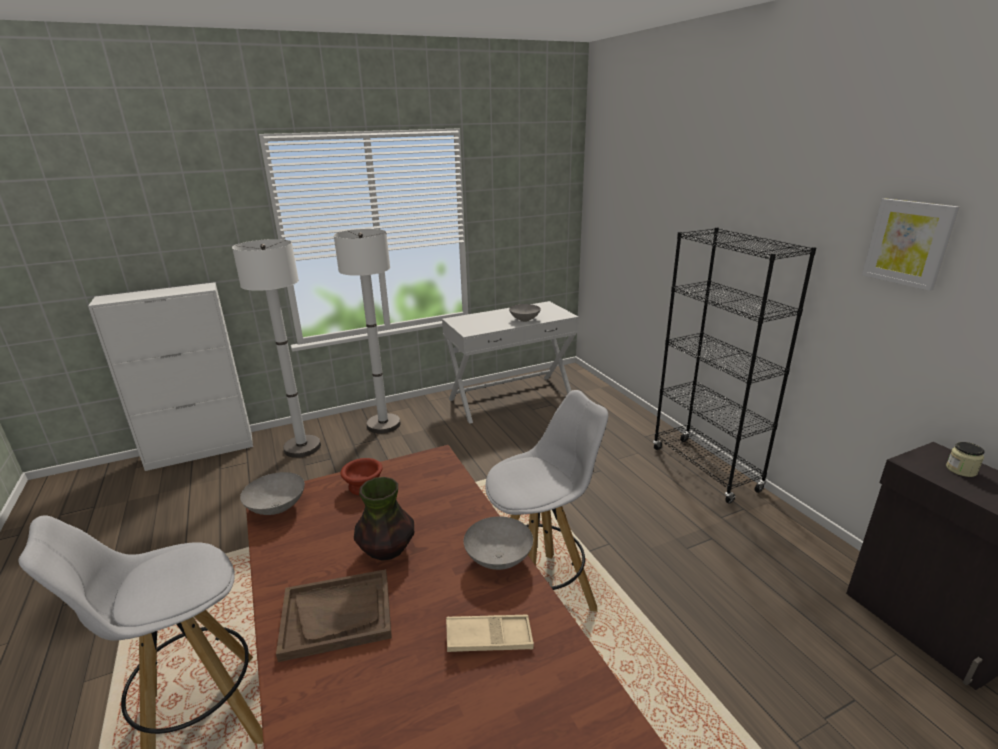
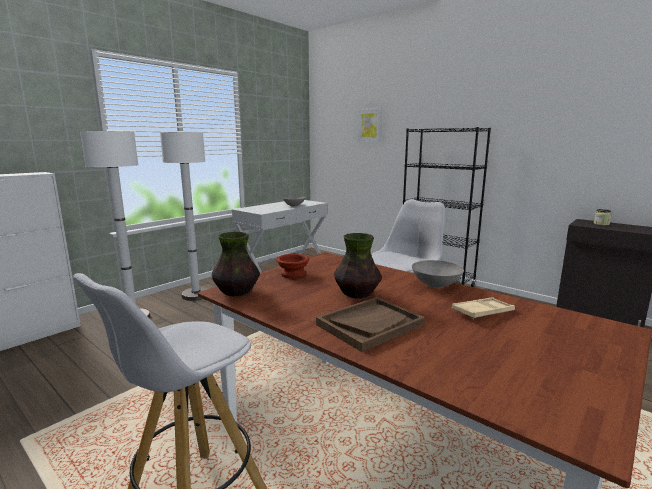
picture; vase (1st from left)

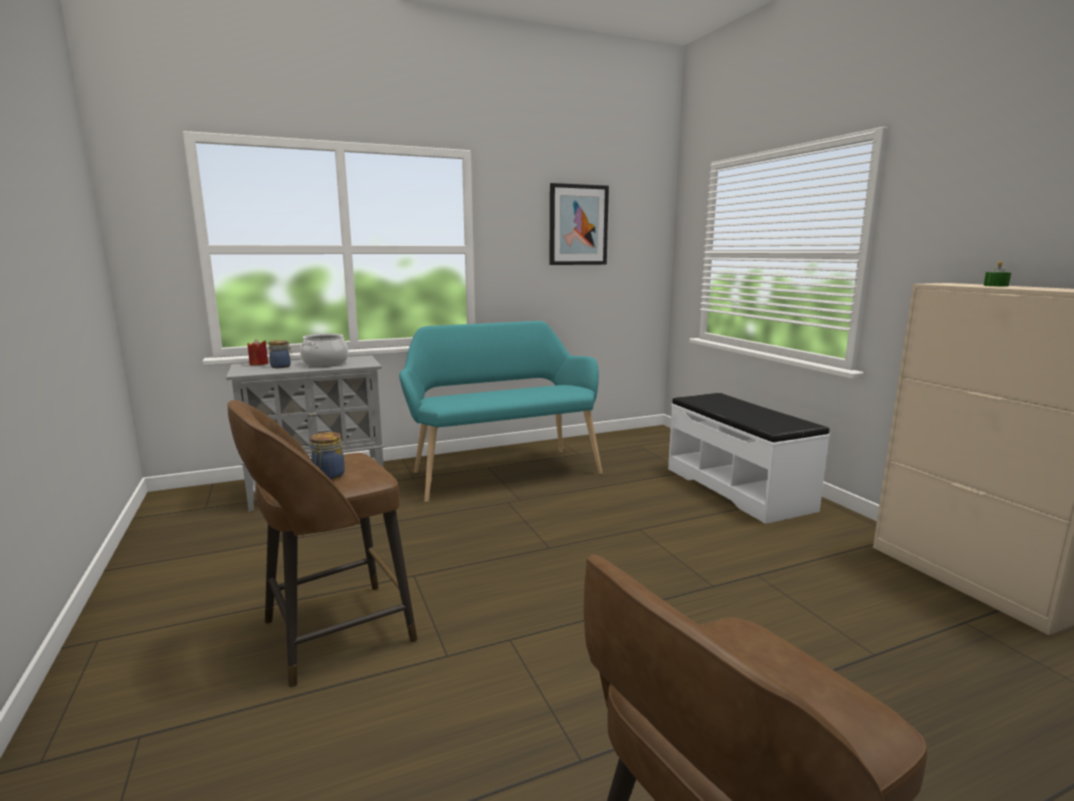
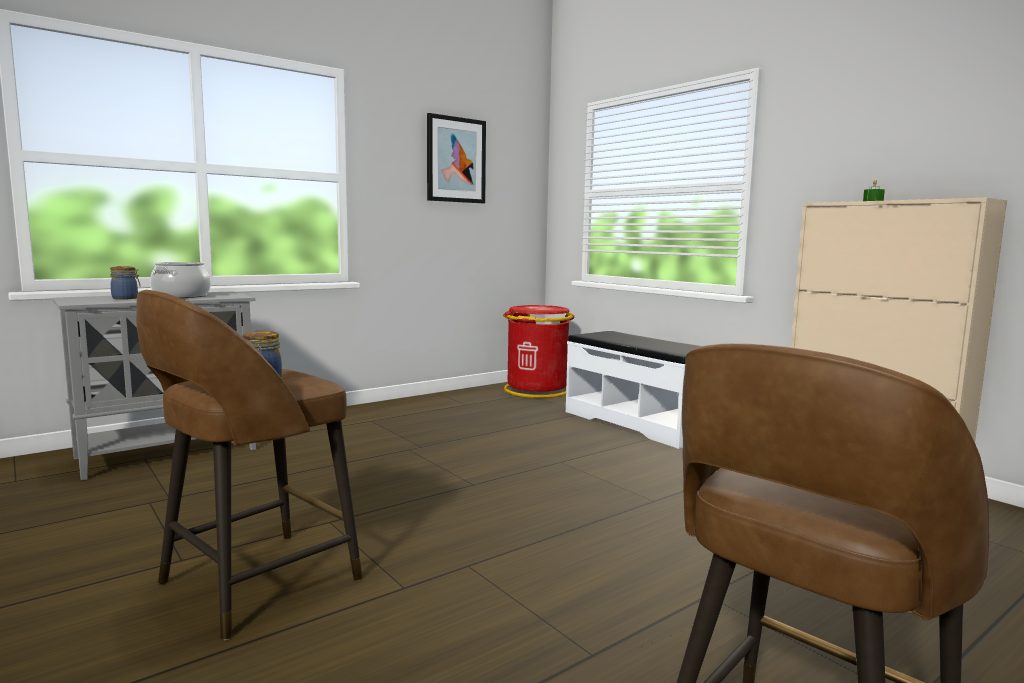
candle (red); bench (turquoise); trash can (red)

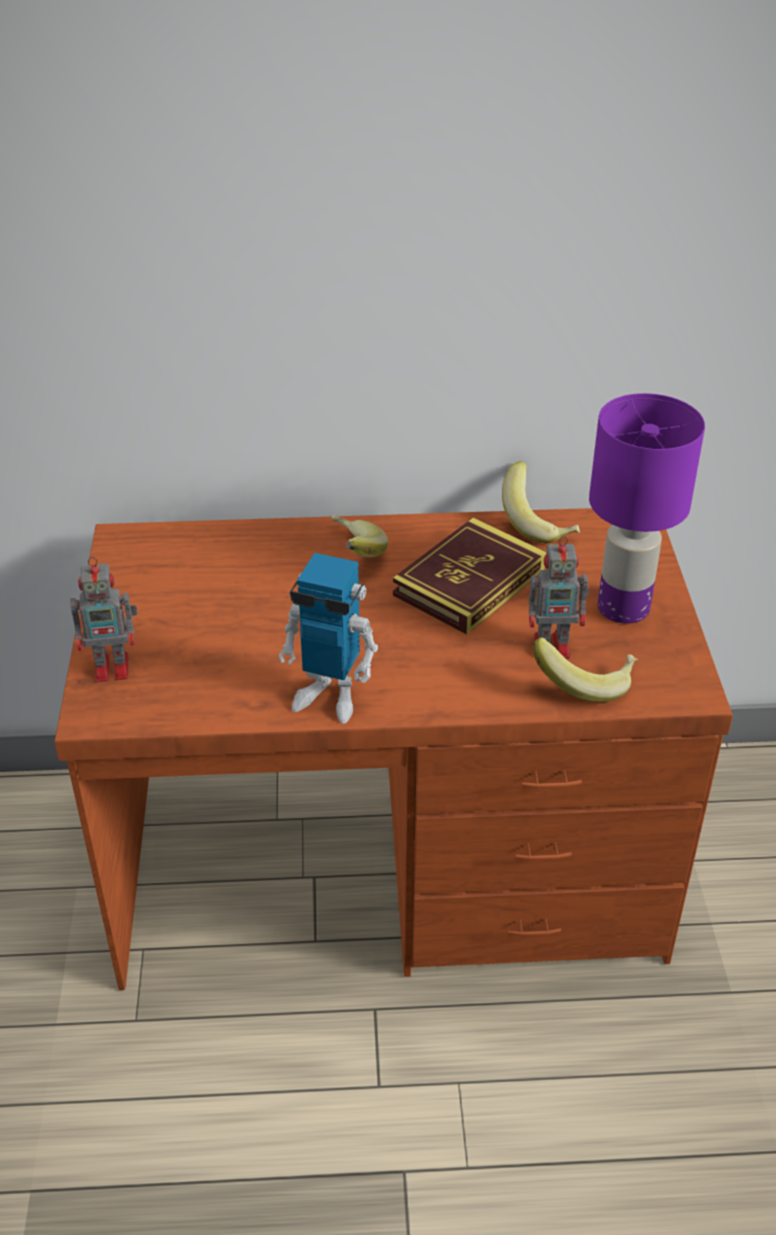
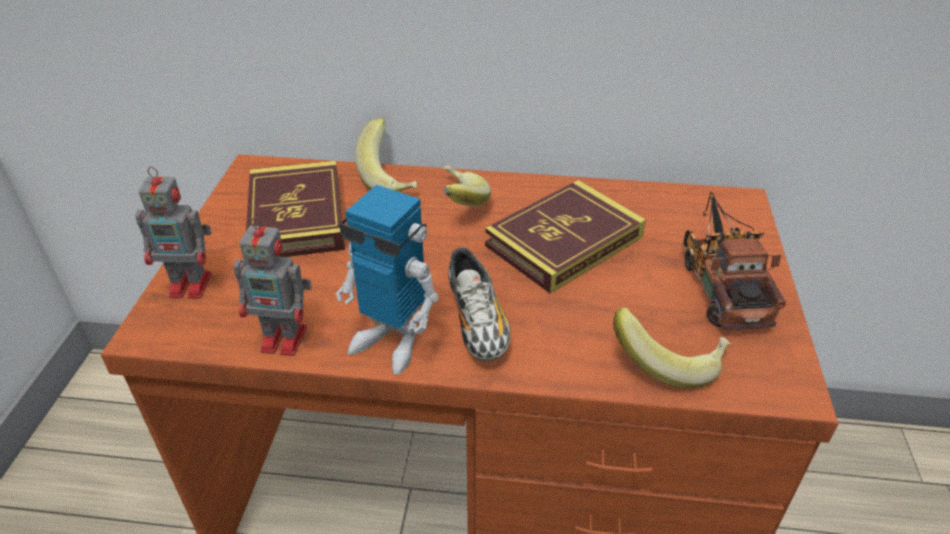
book (1st from left); shoe; banana (1st from left); toy robot (2nd from left); toy truck

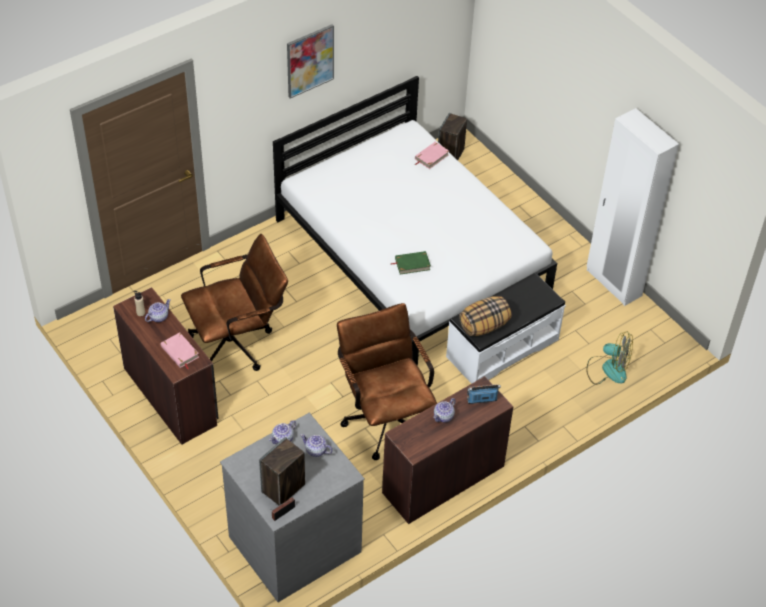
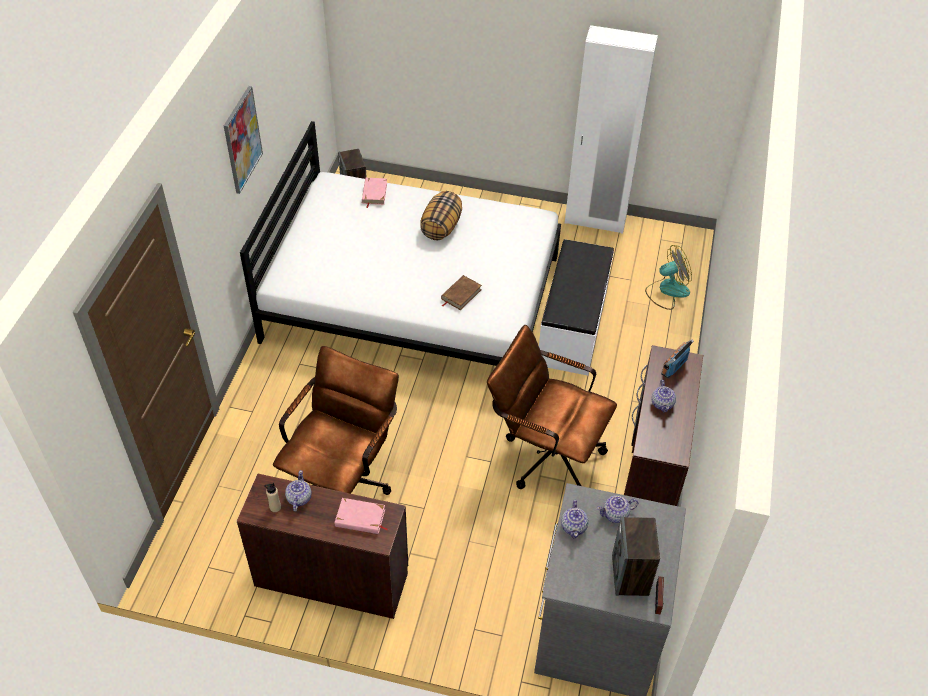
pillow; book (brown)

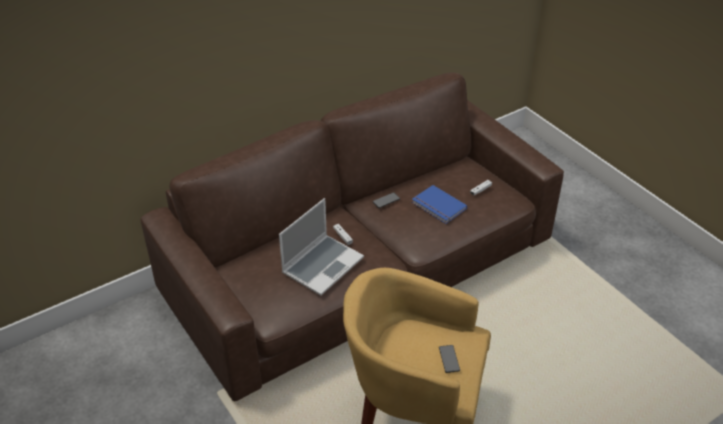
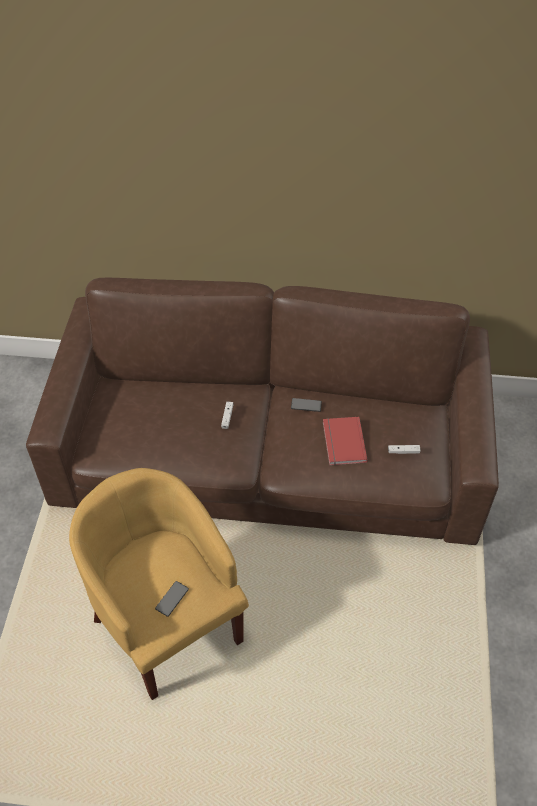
laptop; book (red)

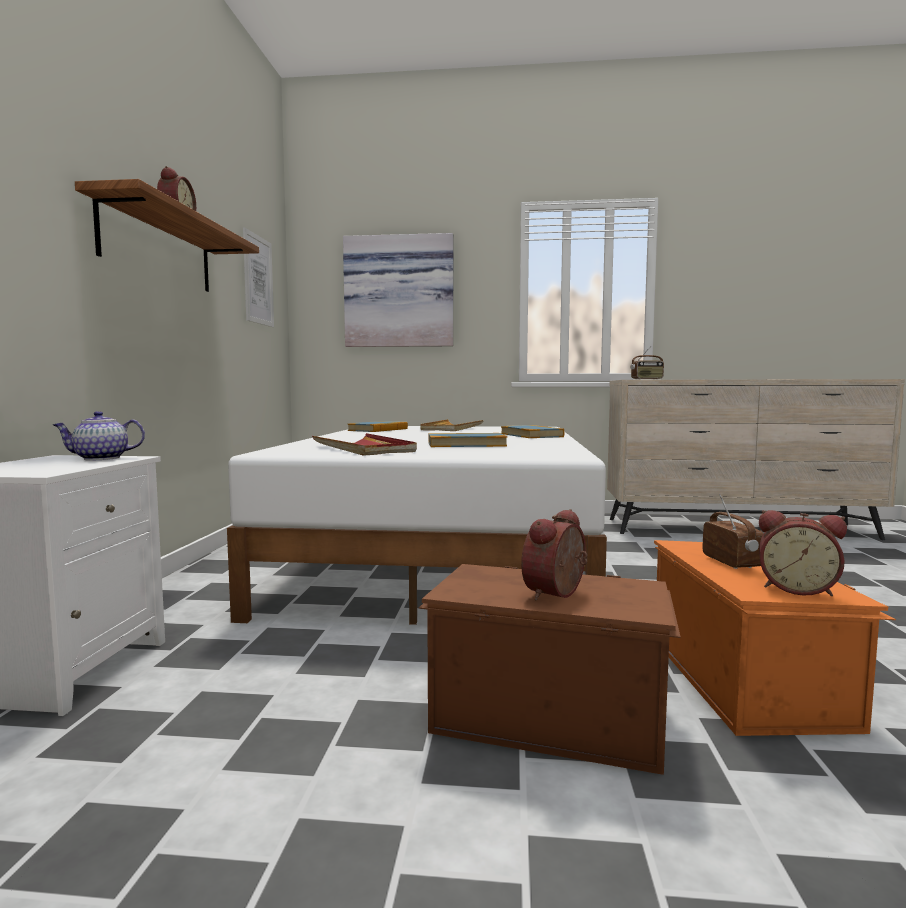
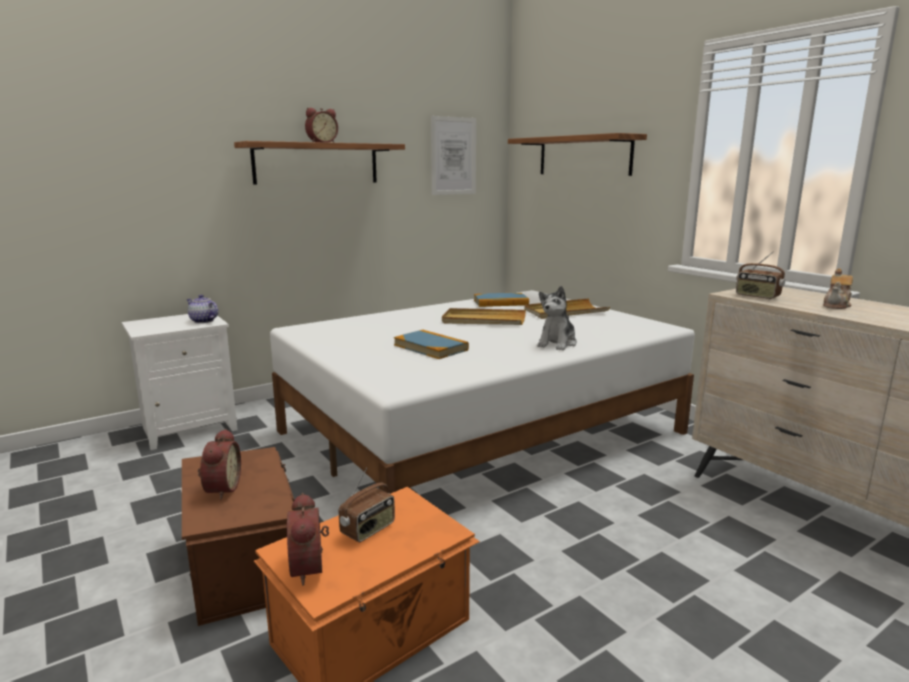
tray (red); tray (beige) (1st from left); teapot (2nd from left); shelf (2nd from left); plush toy; alarm clock (1st from left)

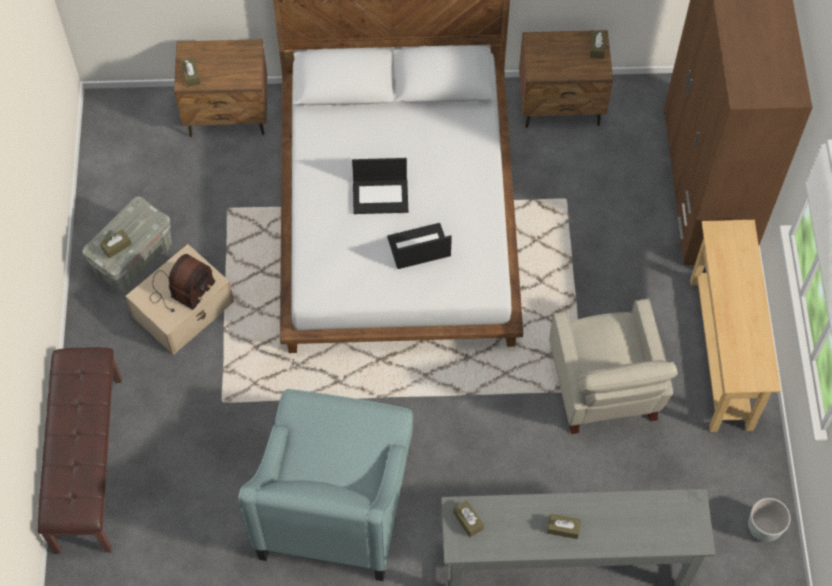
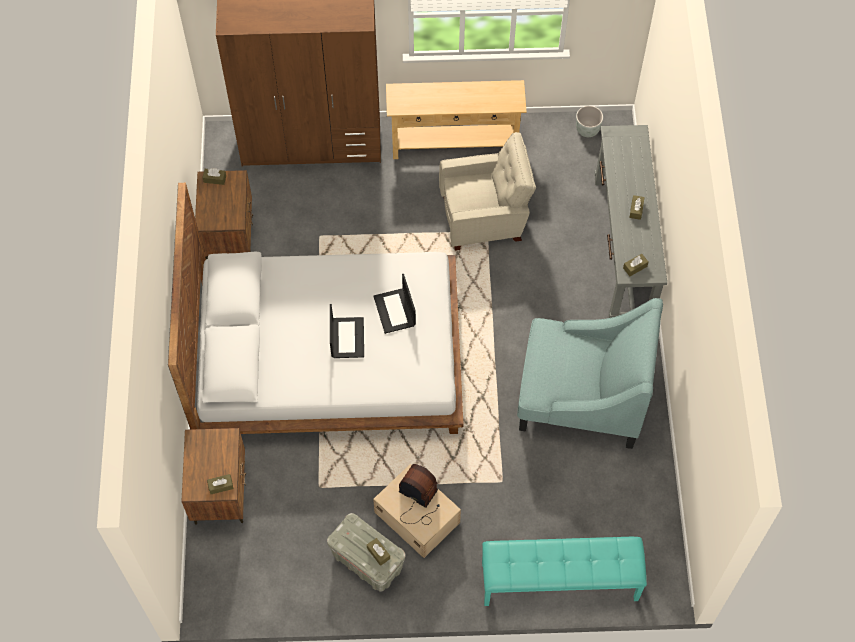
bench (turquoise)

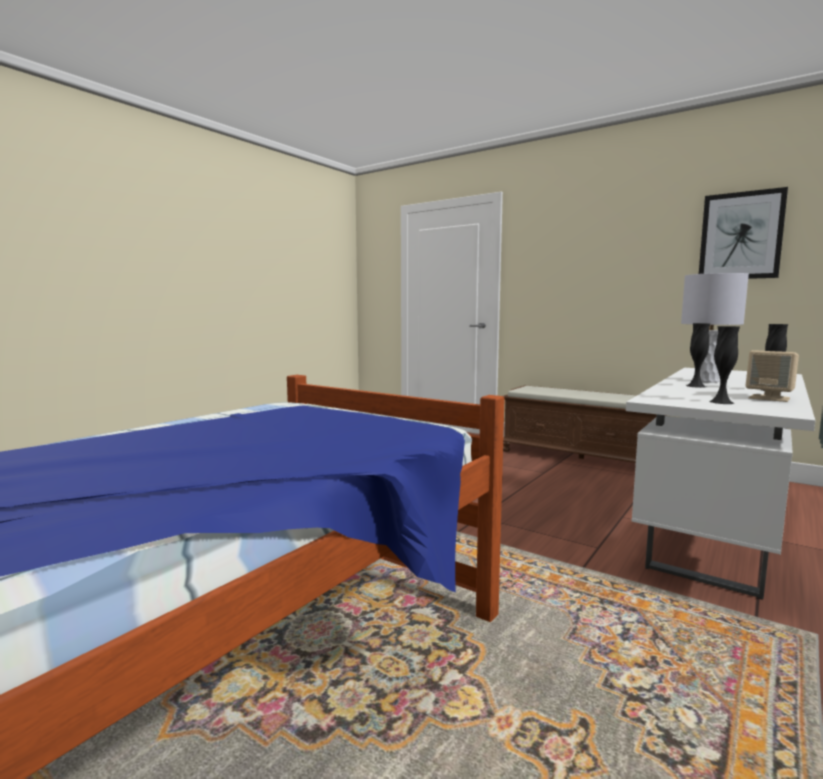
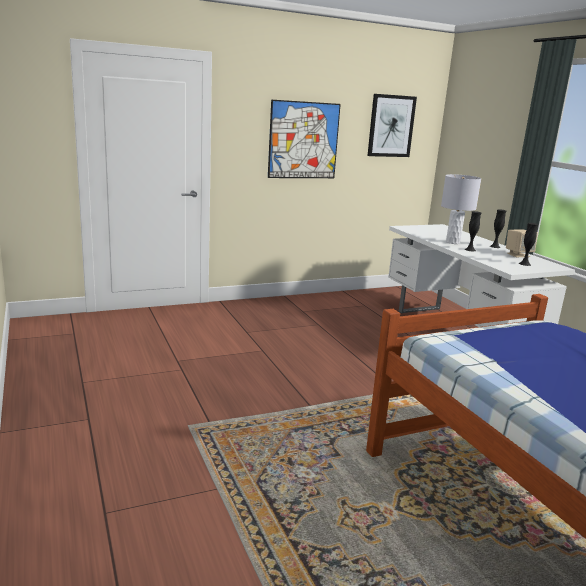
bench (brown); picture (1st from left)

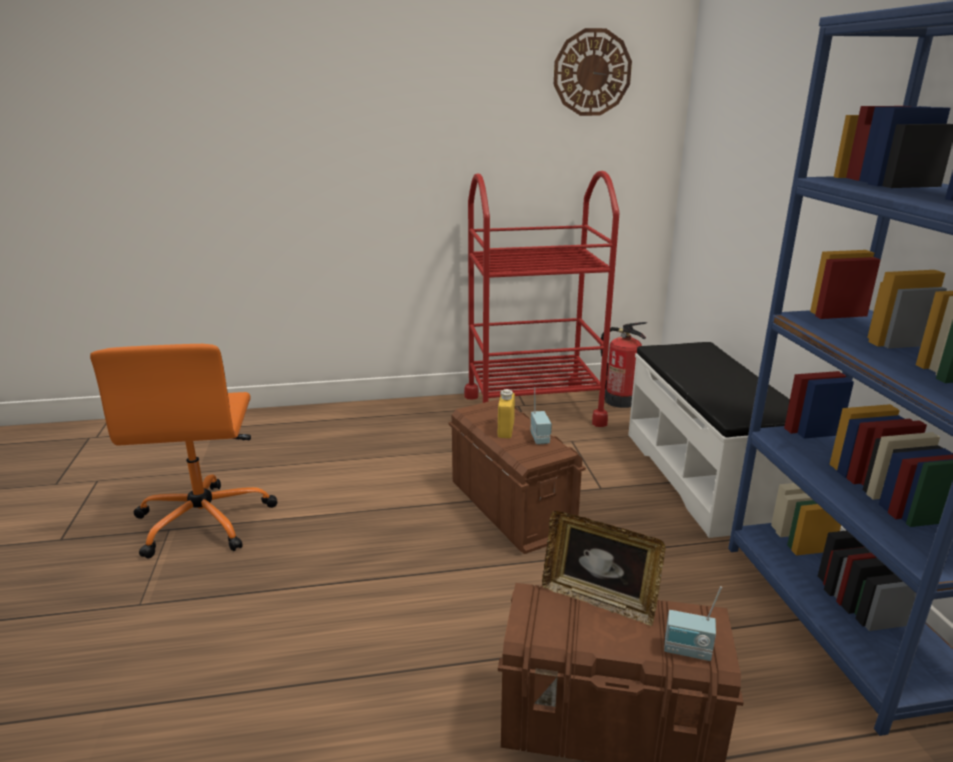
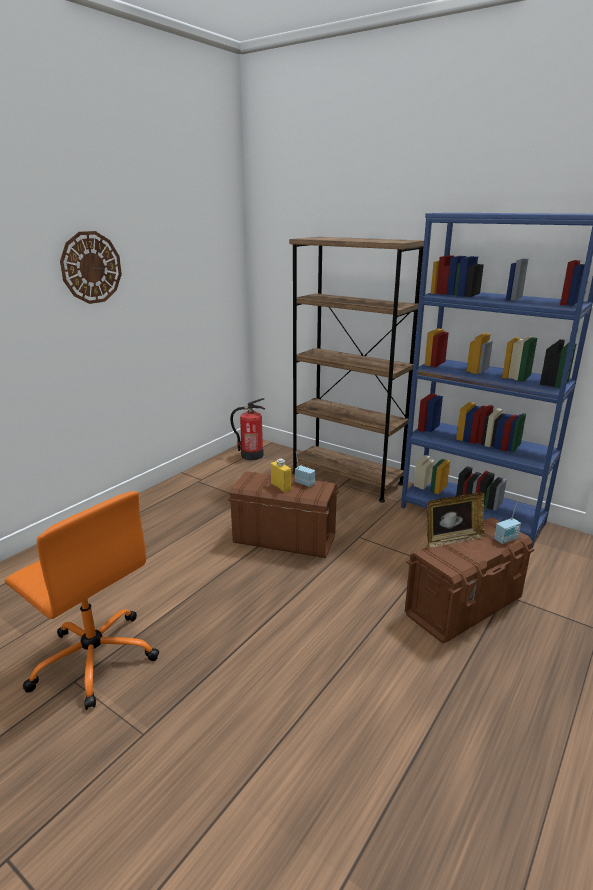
cart (red); wall clock; bookcase (brown)

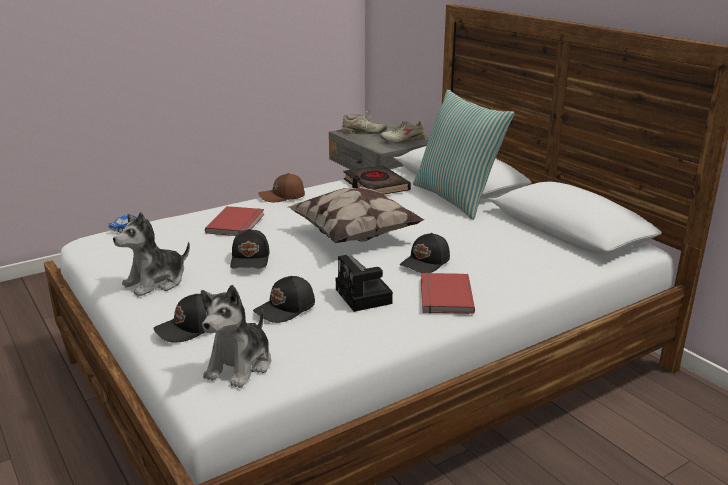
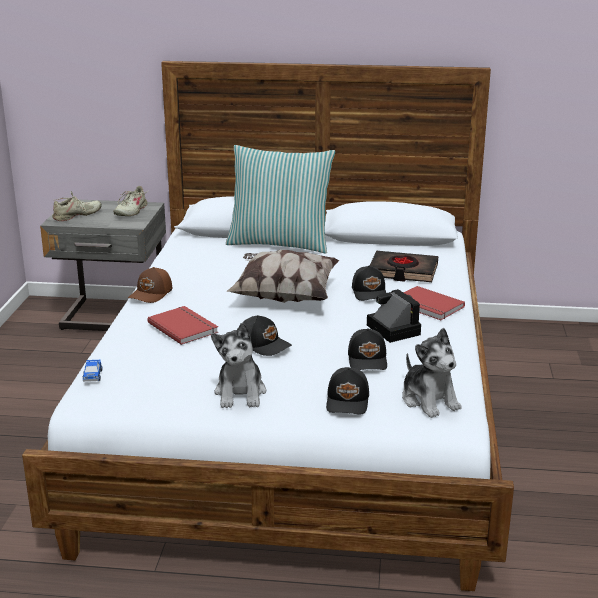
book (black); photo camera

